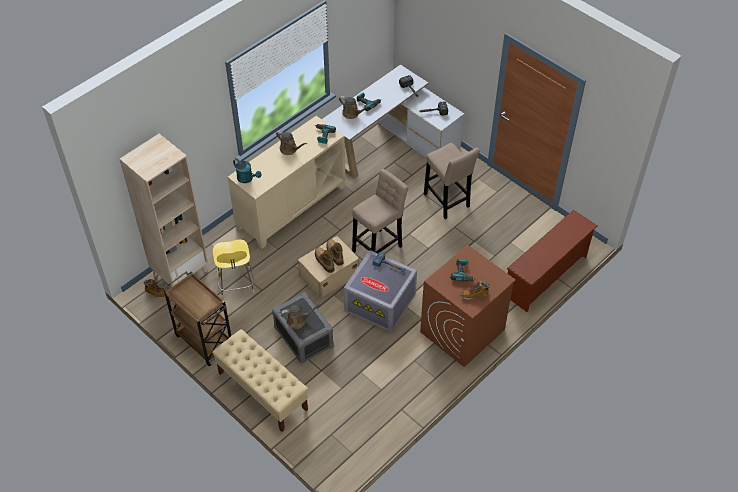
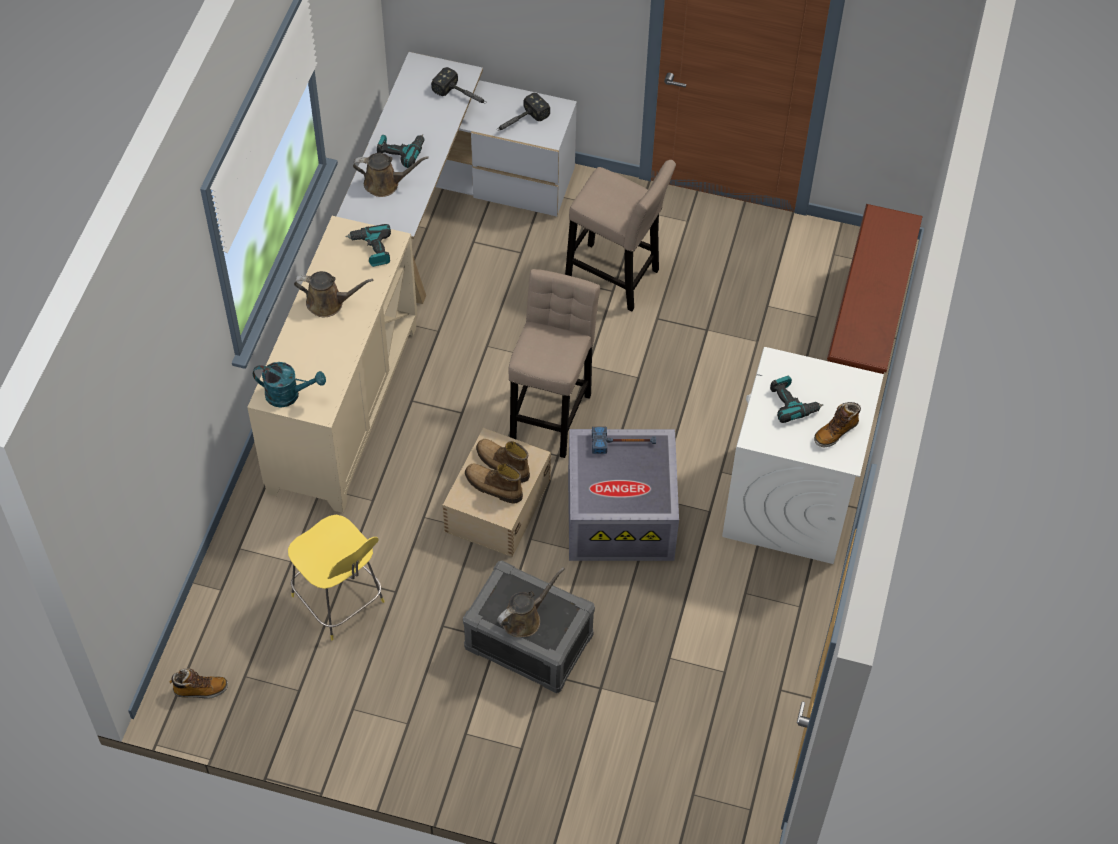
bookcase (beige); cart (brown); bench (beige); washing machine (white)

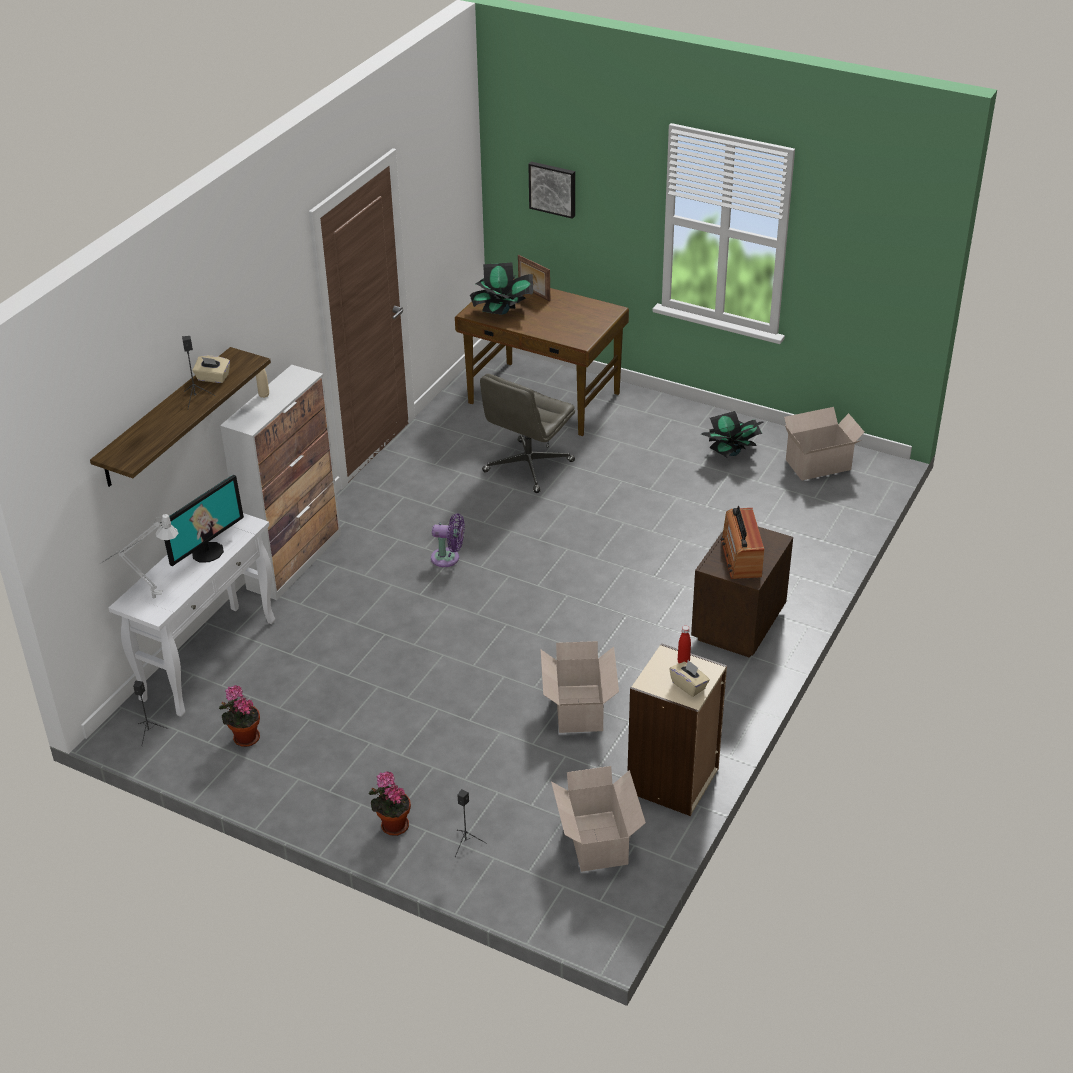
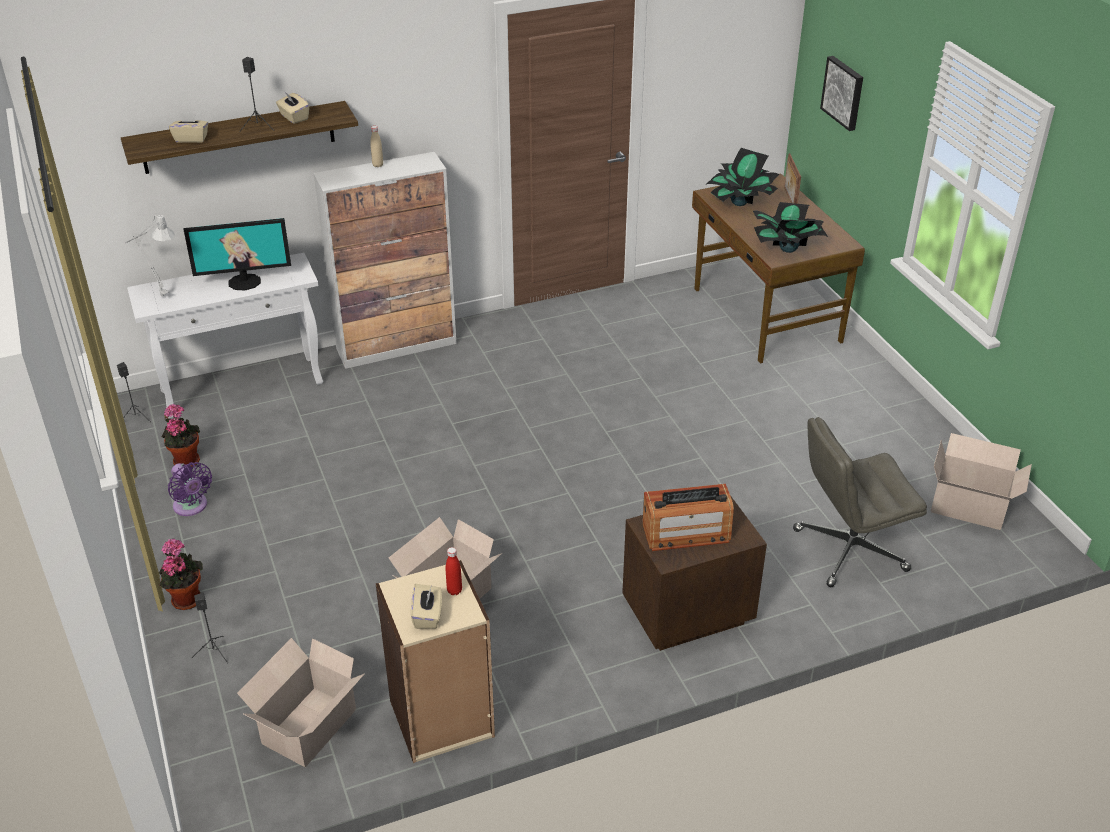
tissue box (beige) (1st from left); fan (purple); office chair (grey); potted plant (4th from left); radio

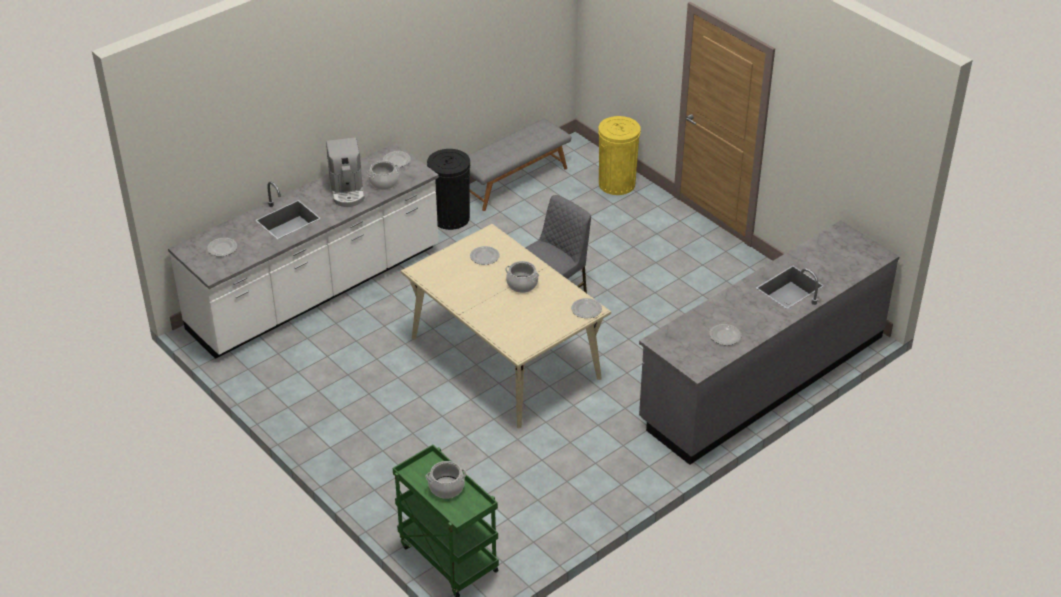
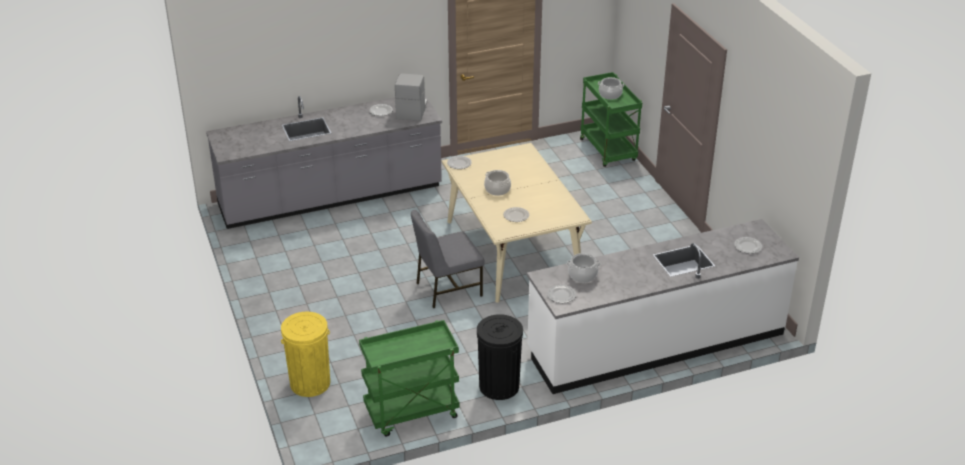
coffee machine; cart (green) (1st from left)

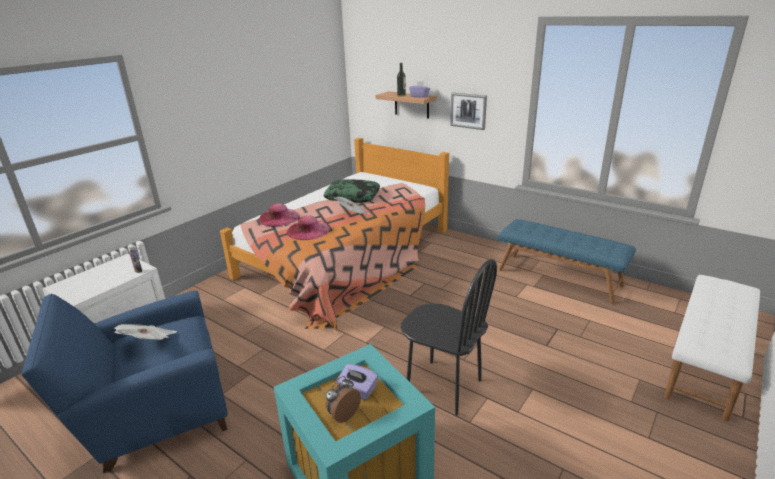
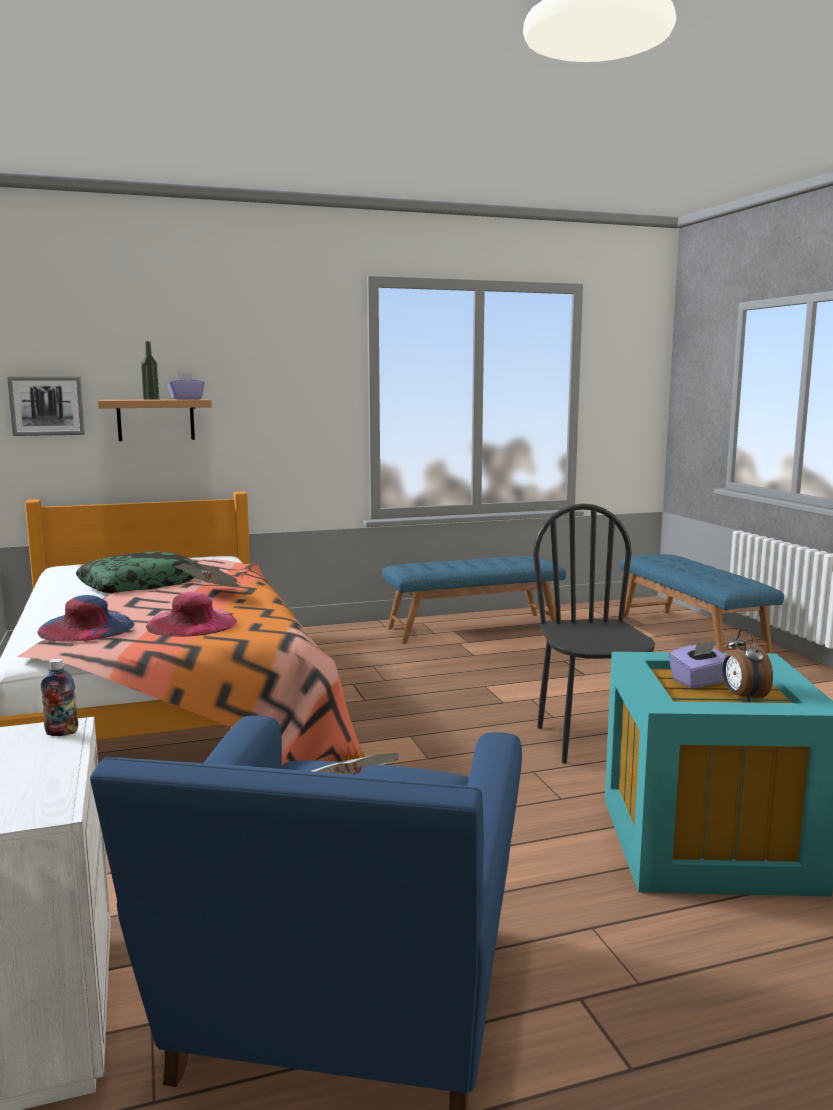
picture; hat (blue); bench (blue) (2nd from left); chair (black)

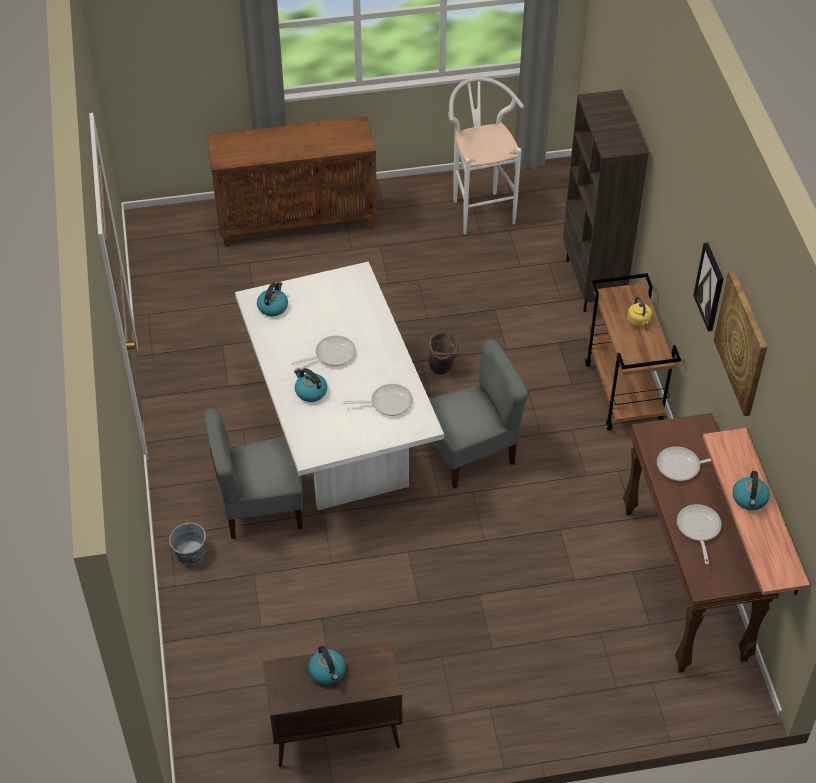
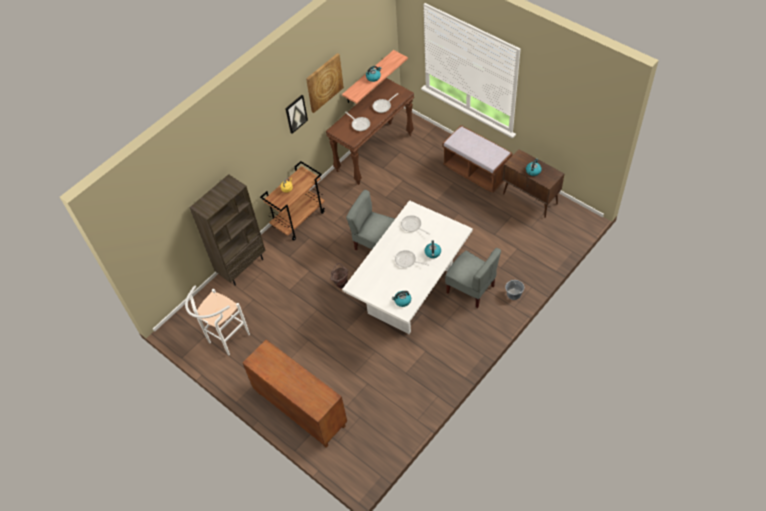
bench (brown)

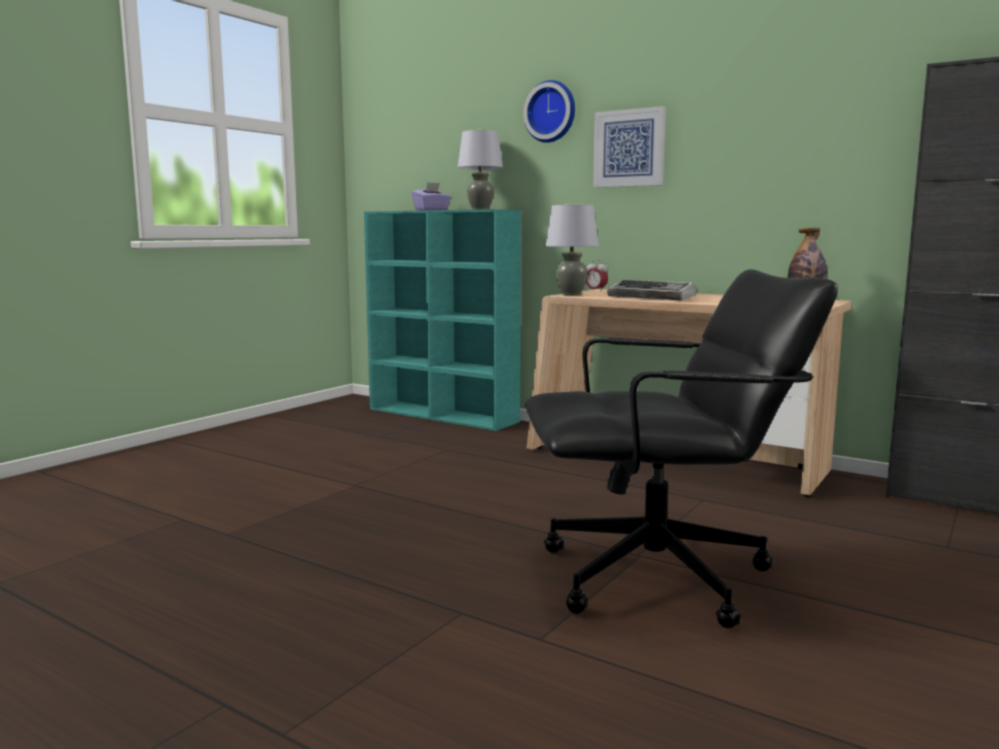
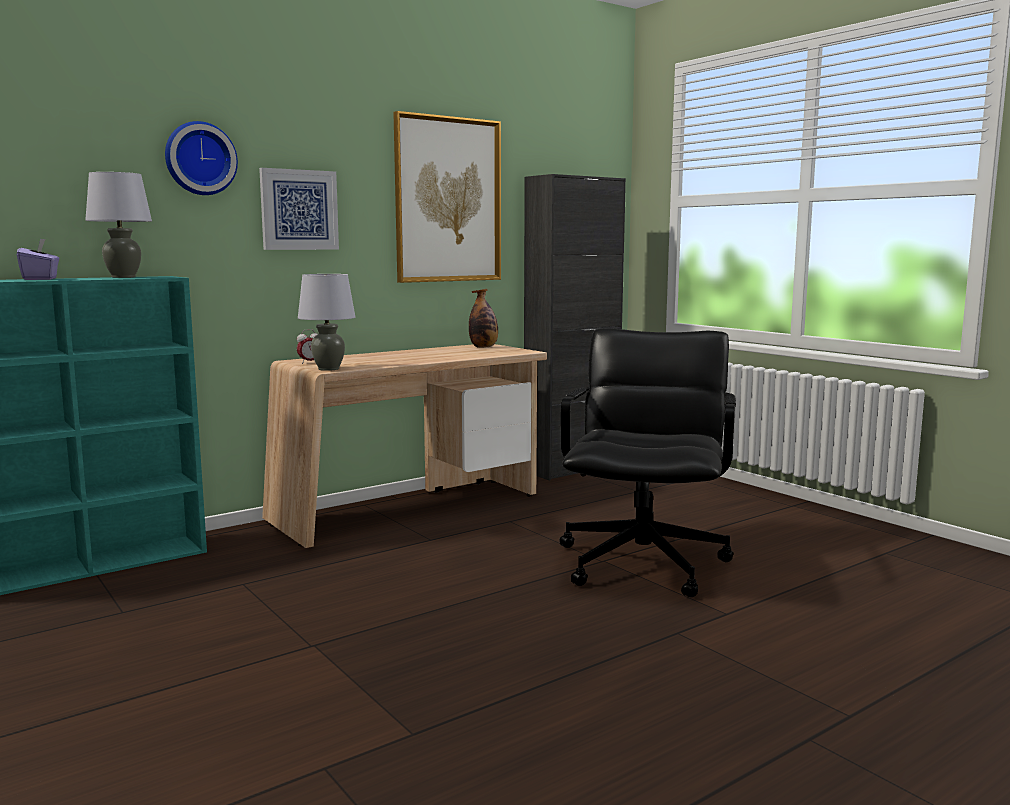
keyboard; picture (2nd from left)

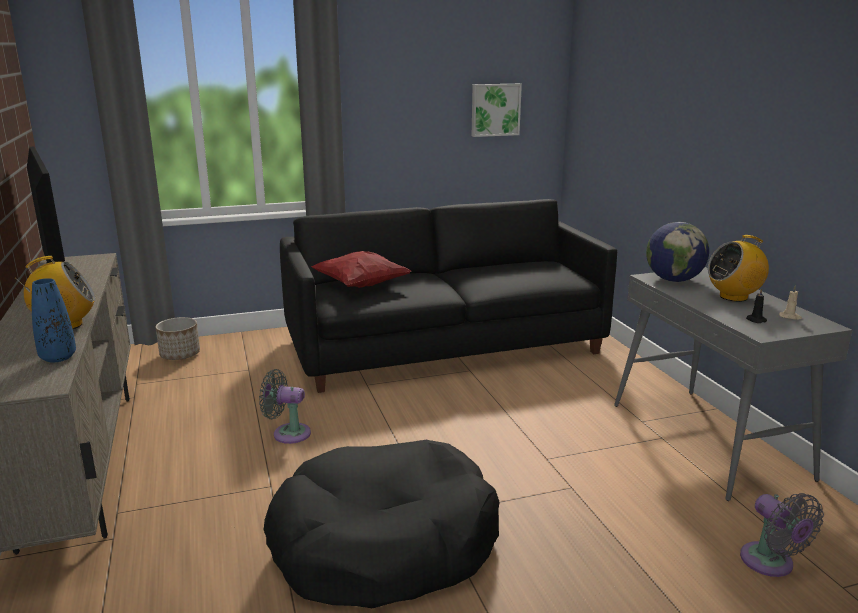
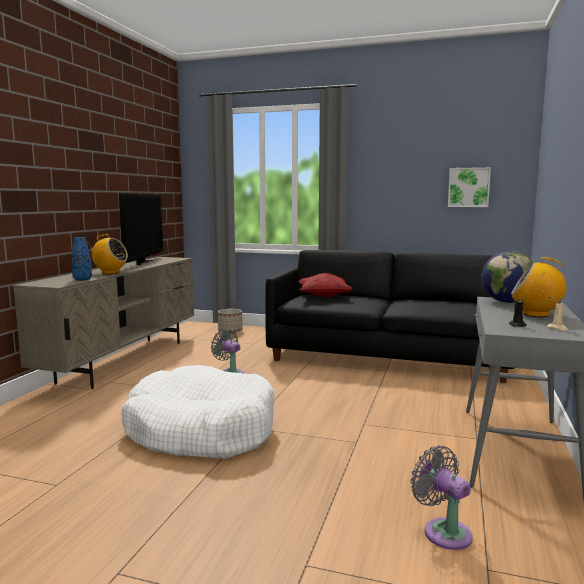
dog bed (white); fan (grey) (2nd from left)

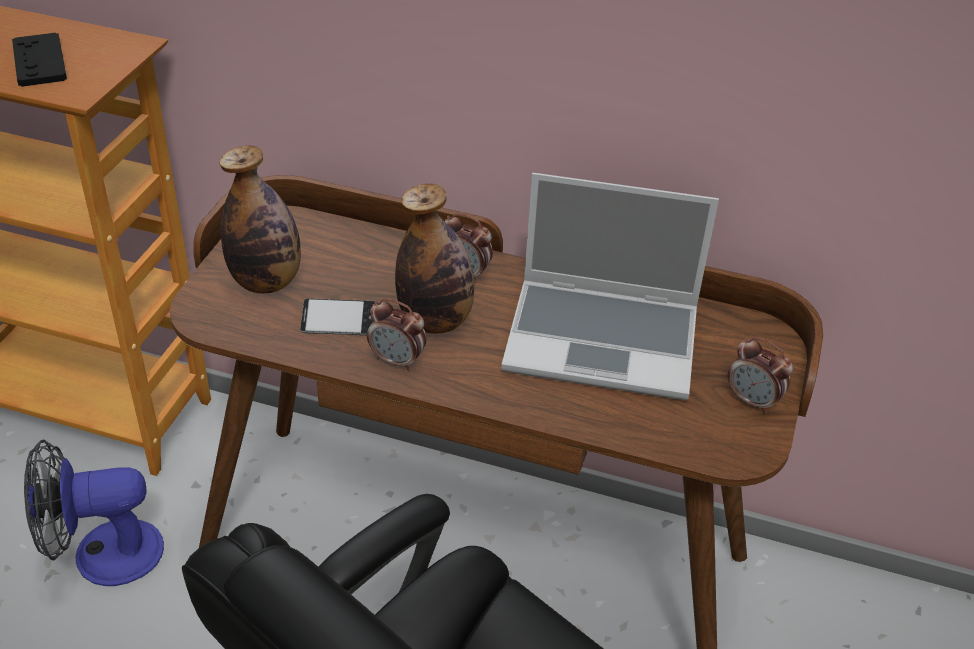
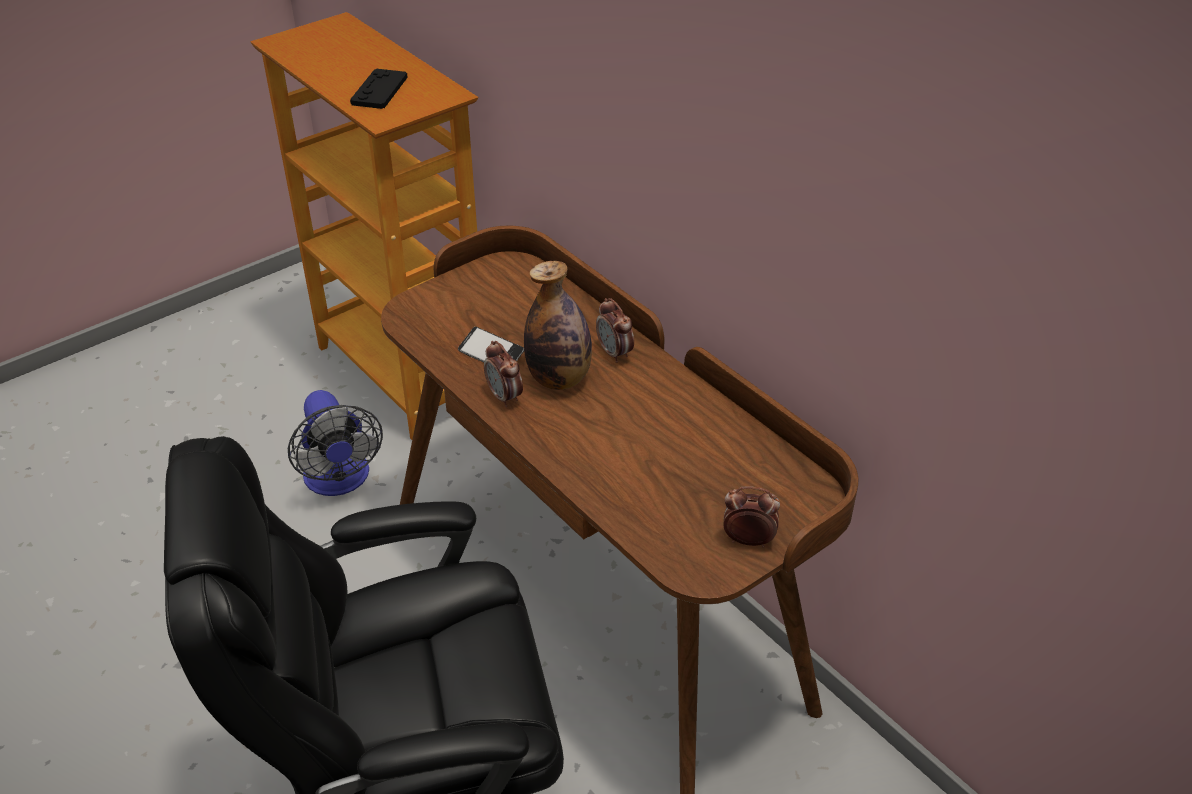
bottle (1st from left in the first image); laptop; fan; alarm clock (3rd from left)

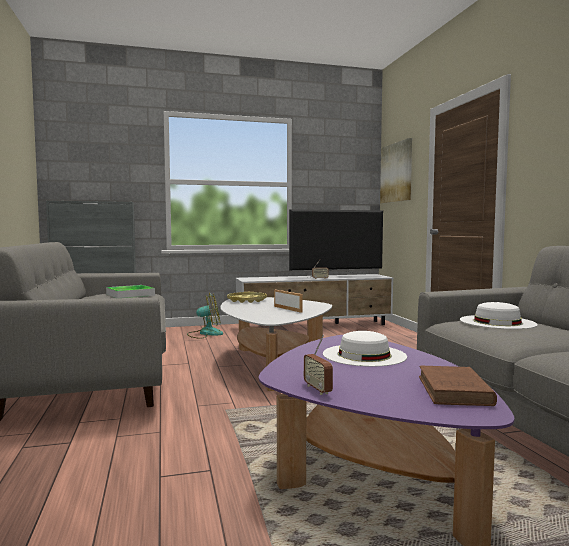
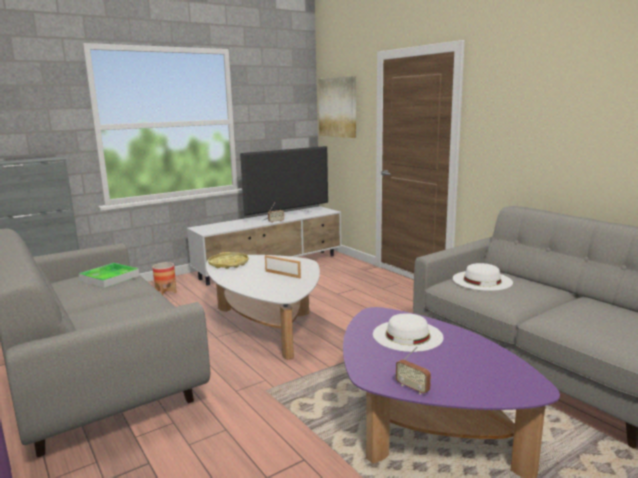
book (brown); planter

